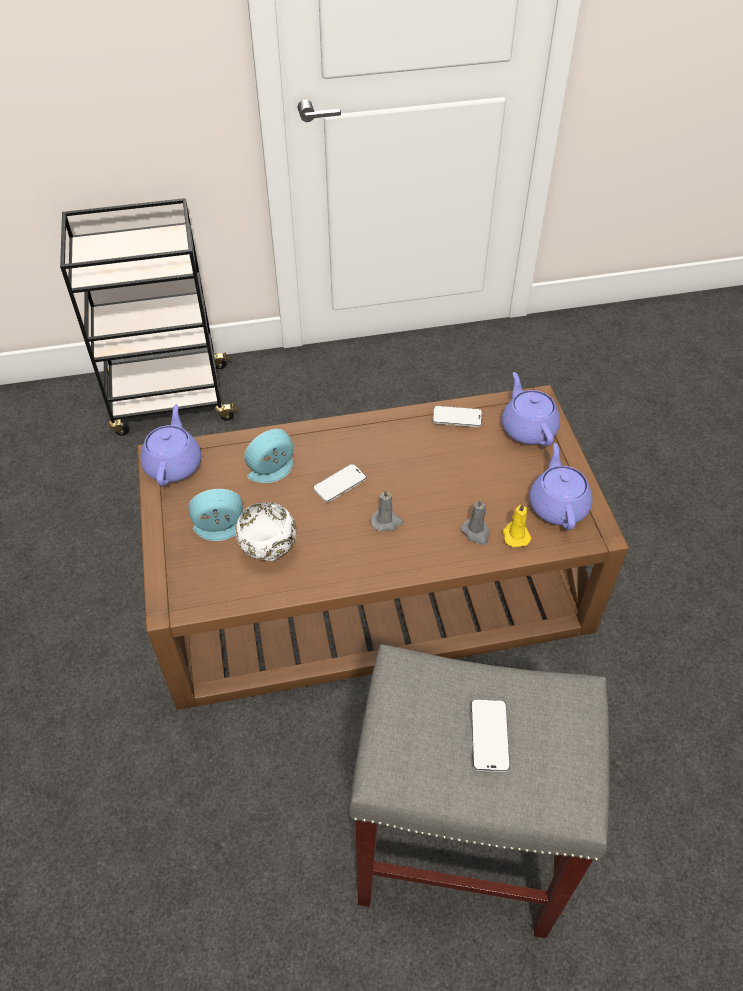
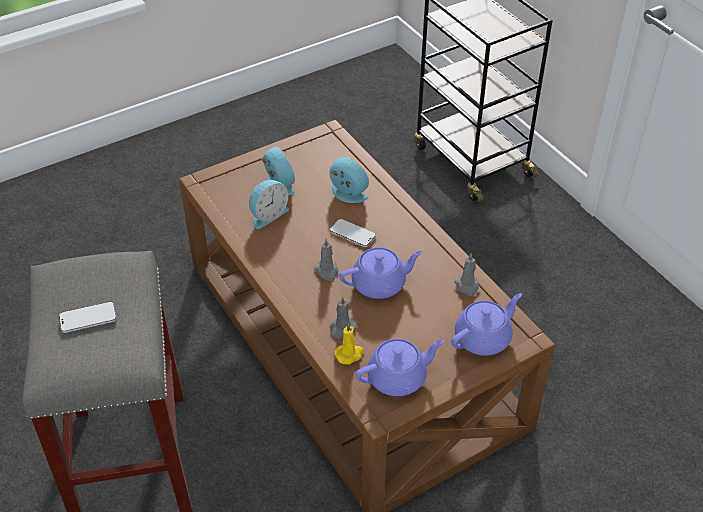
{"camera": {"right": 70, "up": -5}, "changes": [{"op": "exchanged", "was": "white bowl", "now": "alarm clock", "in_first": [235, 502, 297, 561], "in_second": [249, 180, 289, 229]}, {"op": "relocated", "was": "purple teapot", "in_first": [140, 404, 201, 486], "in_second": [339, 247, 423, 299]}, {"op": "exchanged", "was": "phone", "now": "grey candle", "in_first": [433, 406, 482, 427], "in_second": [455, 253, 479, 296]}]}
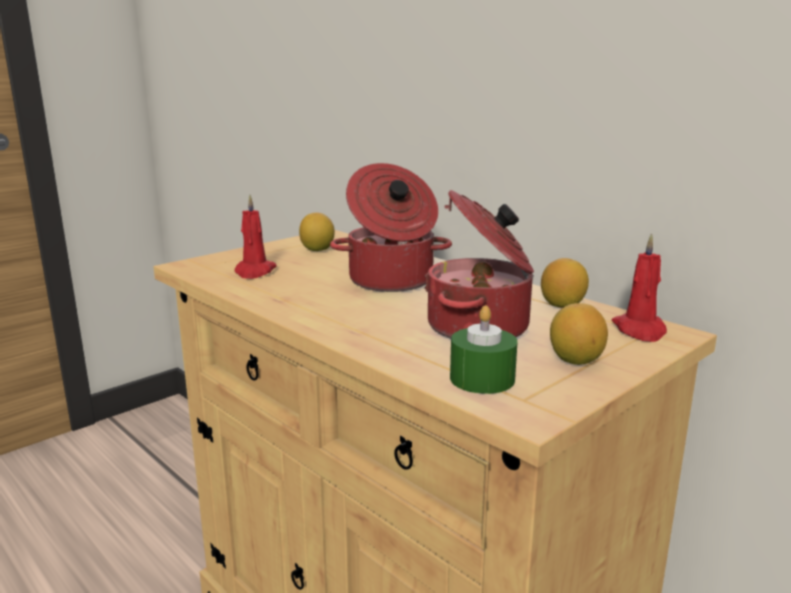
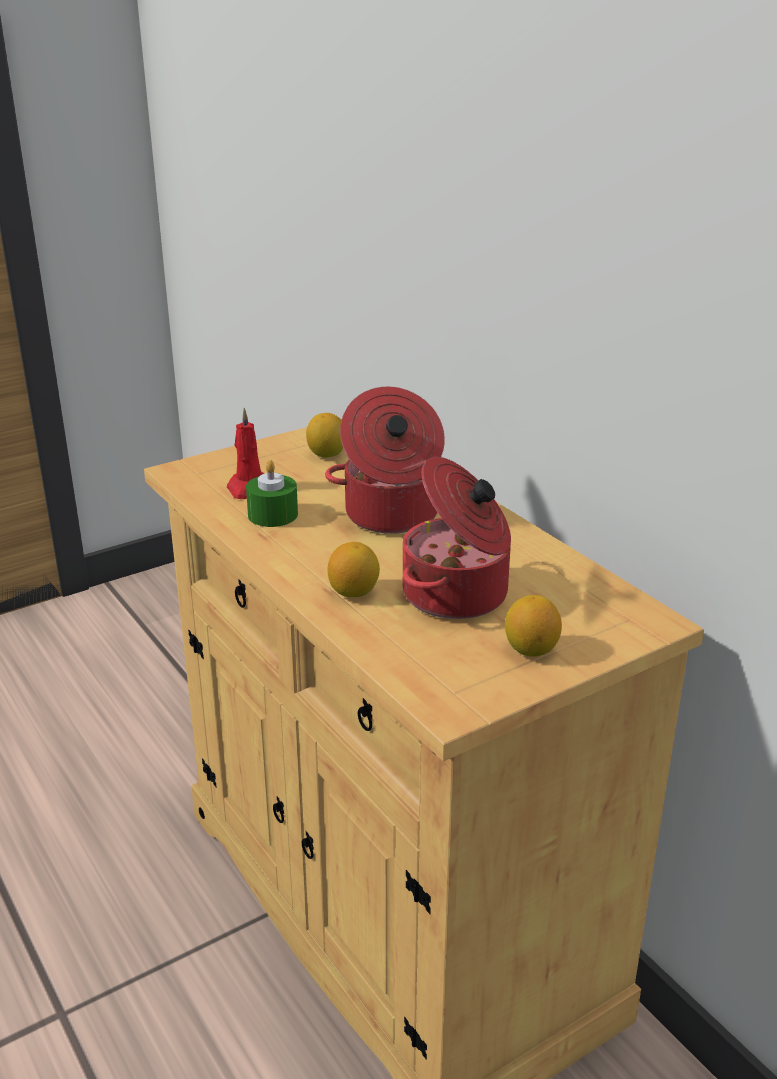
{"camera": {"right": 10, "up": 10}, "changes": [{"op": "relocated", "was": "green candle", "in_first": [450, 305, 518, 394], "in_second": [246, 460, 298, 527]}, {"op": "relocated", "was": "lemon", "in_first": [541, 258, 589, 307], "in_second": [328, 542, 380, 597]}, {"op": "missing", "was": "red candle", "in_first": [612, 233, 667, 342]}]}
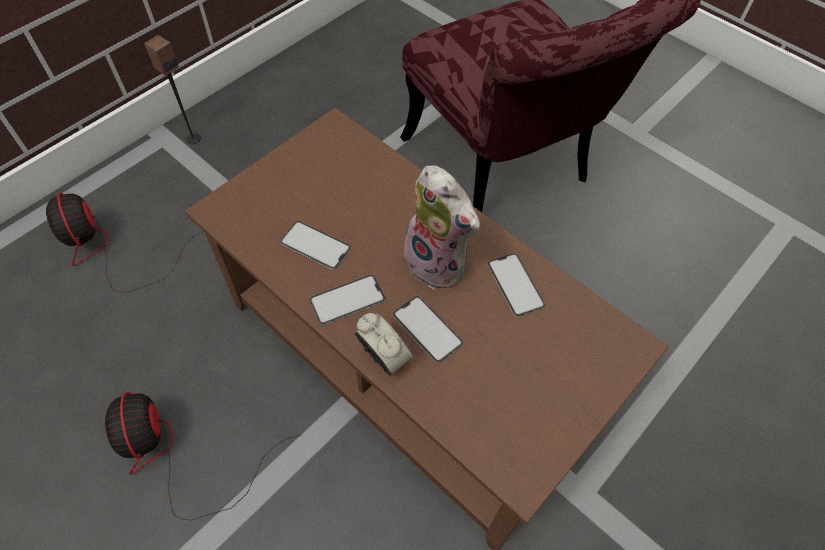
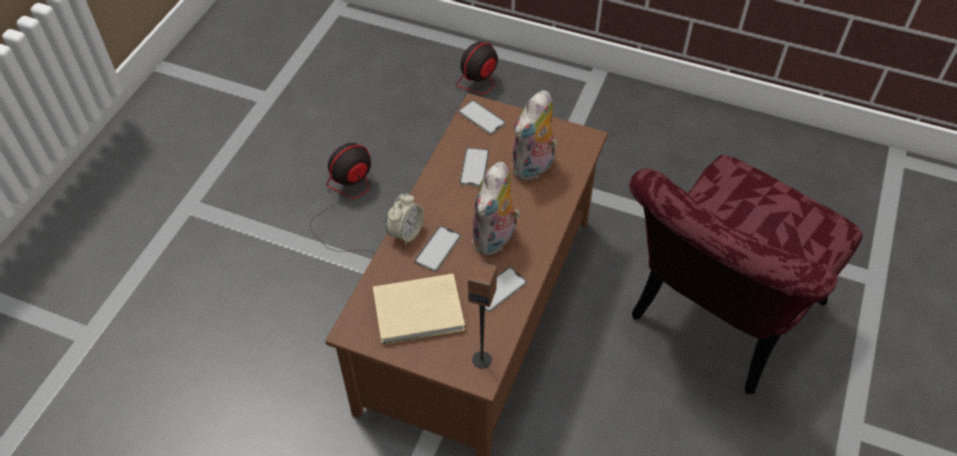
{"camera": {"right": 70, "up": -5}, "changes": [{"op": "appeared", "now": "beige book", "in_second": [373, 274, 465, 345]}, {"op": "relocated", "was": "phone", "in_first": [310, 275, 385, 325], "in_second": [458, 100, 506, 135]}, {"op": "relocated", "was": "speaker", "in_first": [144, 35, 201, 144], "in_second": [468, 261, 497, 369]}, {"op": "appeared", "now": "plush toy", "in_second": [511, 90, 557, 181]}]}
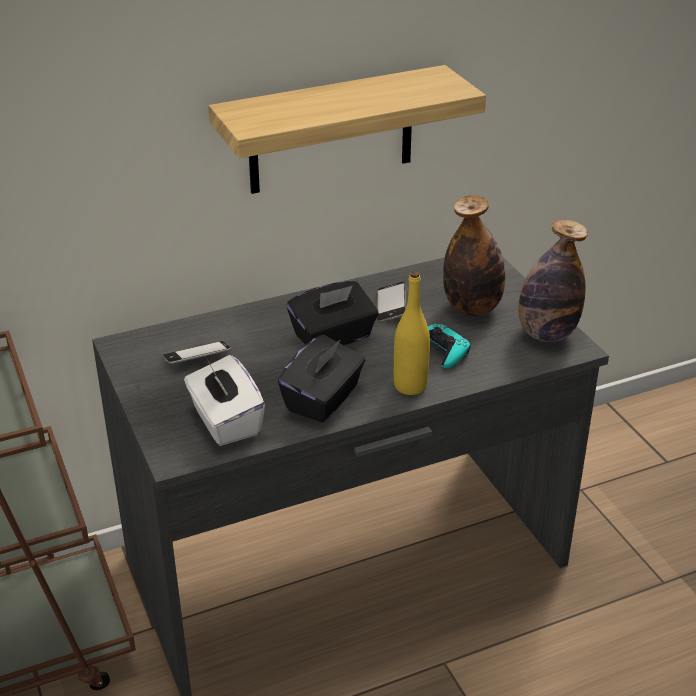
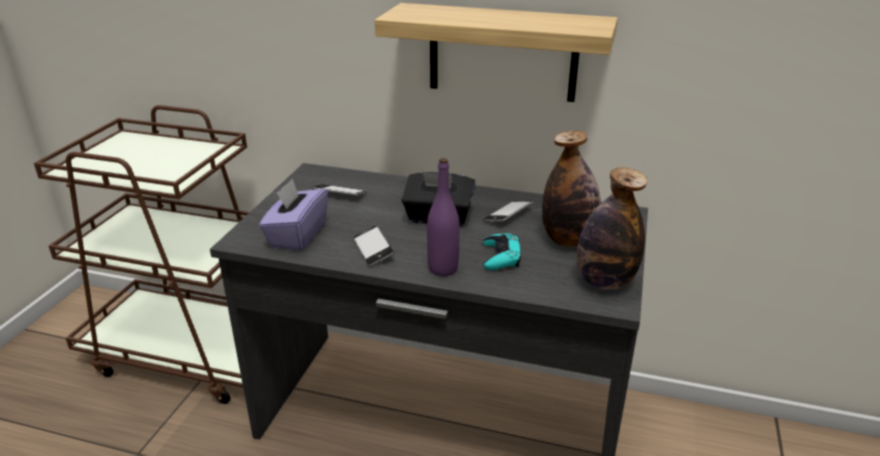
{"camera": {"right": 40, "up": -5}, "changes": [{"op": "colour", "was": "white tissue box", "now": "purple tissue box", "in_first": [184, 355, 265, 446], "in_second": [259, 179, 328, 251]}, {"op": "exchanged", "was": "black tissue box", "now": "phone", "in_first": [278, 335, 365, 422], "in_second": [353, 225, 395, 267]}, {"op": "colour", "was": "yellow bottle", "now": "purple bottle", "in_first": [394, 271, 430, 395], "in_second": [427, 158, 460, 276]}]}
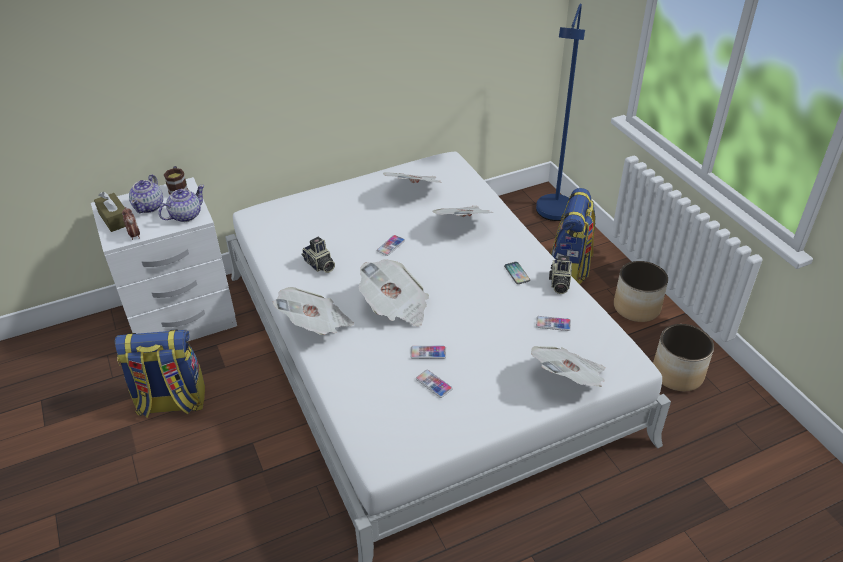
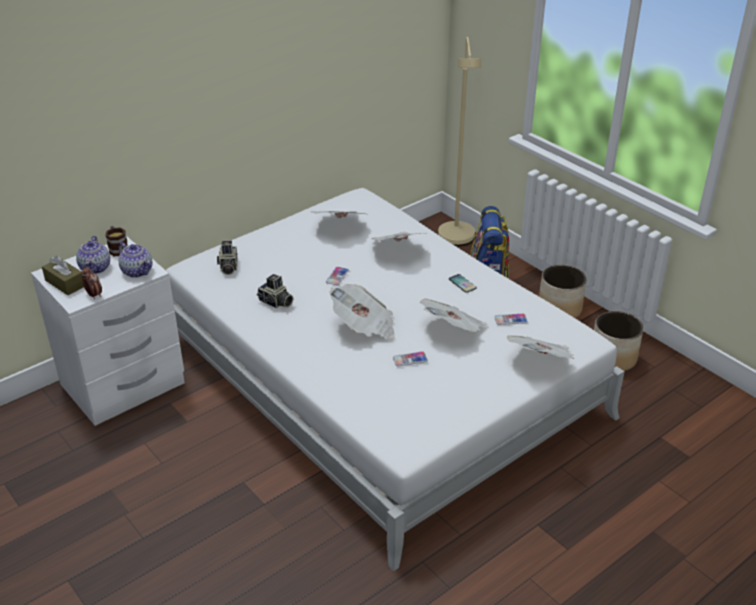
{"camera": {"right": -15, "up": -5}, "changes": [{"op": "spun", "was": "teapot", "in_first": [158, 185, 205, 222], "in_second": [118, 242, 153, 278], "clockwise": 105}, {"op": "relocated", "was": "photo camera", "in_first": [549, 255, 572, 294], "in_second": [217, 241, 238, 275]}, {"op": "relocated", "was": "newspaper", "in_first": [273, 287, 354, 335], "in_second": [420, 298, 488, 333]}, {"op": "colour", "was": "blue floor lamp", "now": "beige floor lamp", "in_first": [536, 4, 585, 221], "in_second": [438, 37, 481, 246]}, {"op": "missing", "was": "backpack", "in_first": [115, 330, 205, 418]}, {"op": "missing", "was": "phone", "in_first": [416, 370, 452, 398]}]}
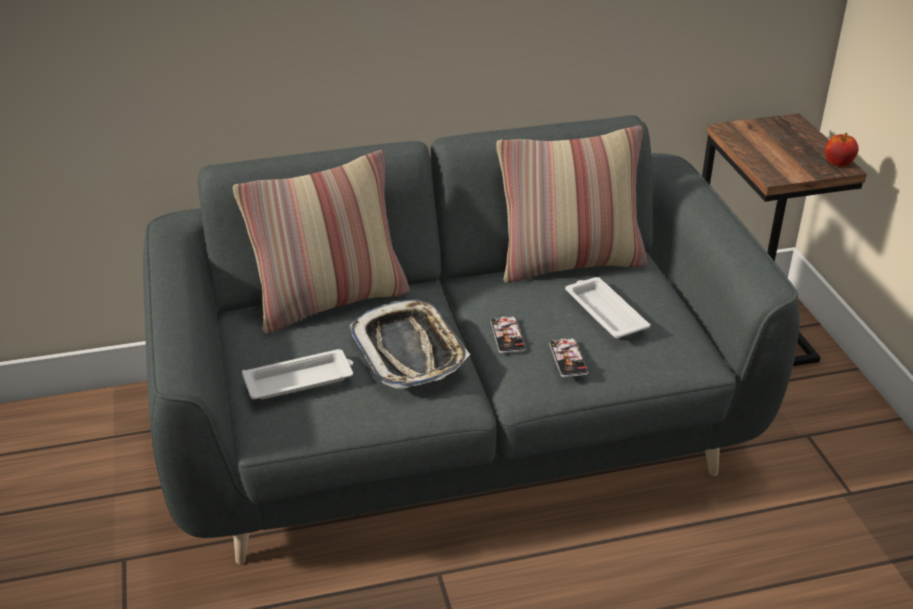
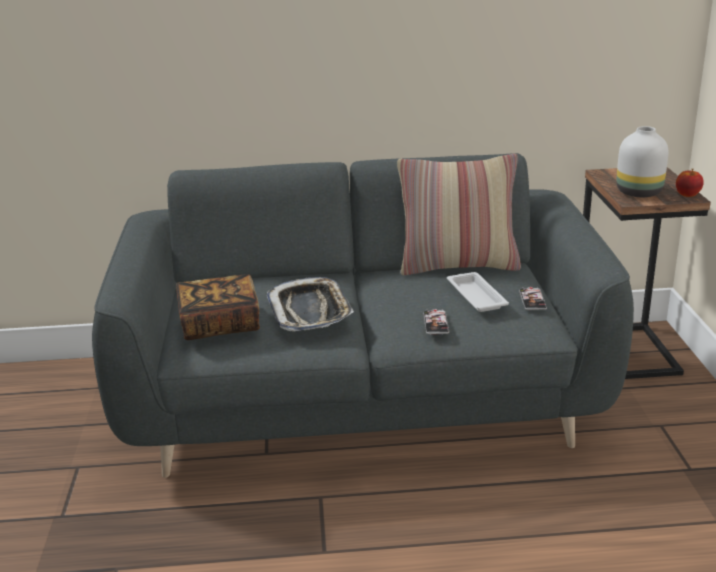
{"camera": {"right": 10, "up": -10}, "changes": [{"op": "exchanged", "was": "white tray", "now": "book", "in_first": [242, 349, 353, 399], "in_second": [176, 274, 260, 340]}, {"op": "relocated", "was": "phone", "in_first": [491, 316, 526, 354], "in_second": [519, 287, 547, 310]}, {"op": "appeared", "now": "white vase", "in_second": [616, 126, 669, 197]}, {"op": "missing", "was": "pillow", "in_first": [233, 150, 409, 334]}]}
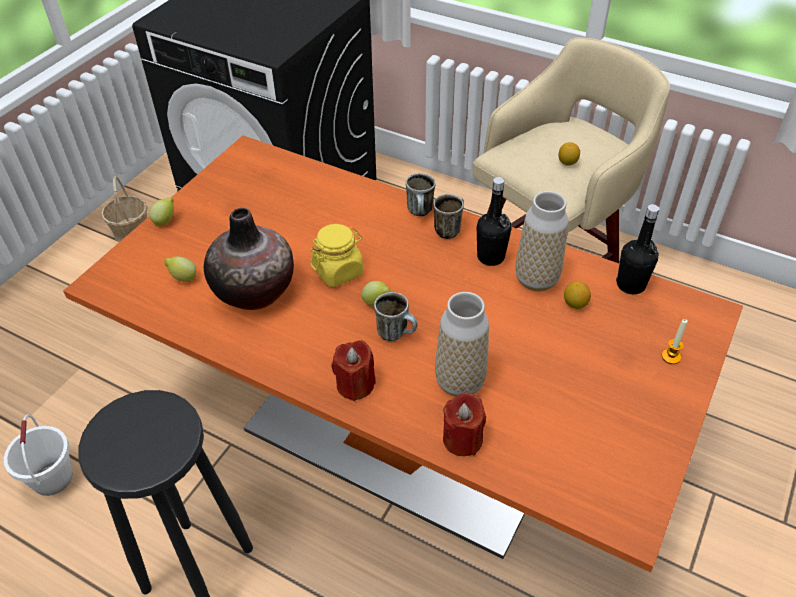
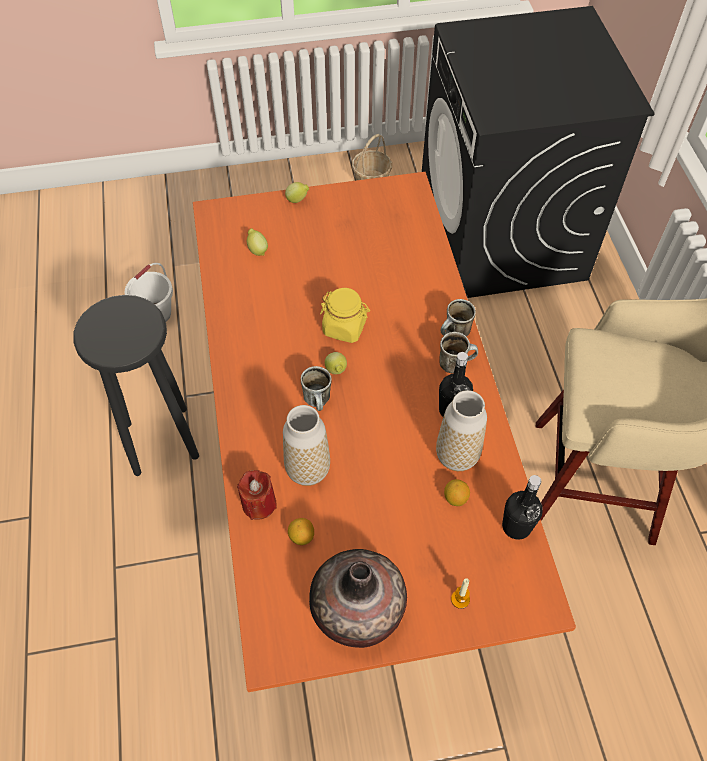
{"camera": {"right": 50, "up": 10}, "changes": [{"op": "relocated", "was": "lemon", "in_first": [558, 142, 580, 166], "in_second": [288, 518, 314, 545]}, {"op": "relocated", "was": "vase", "in_first": [204, 208, 294, 310], "in_second": [309, 549, 407, 648]}, {"op": "missing", "was": "red candle", "in_first": [331, 340, 376, 401]}]}
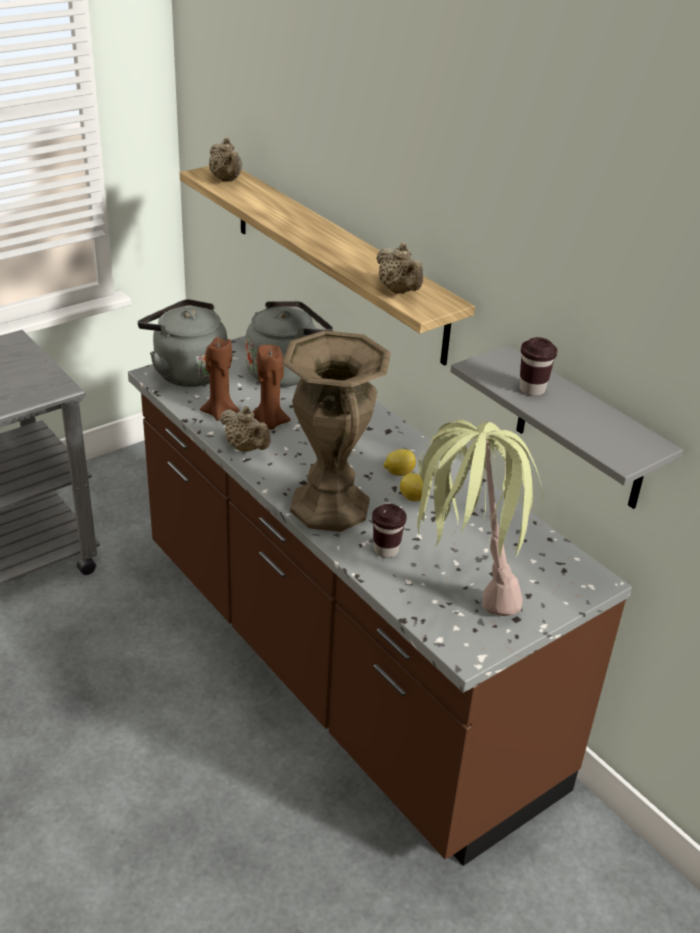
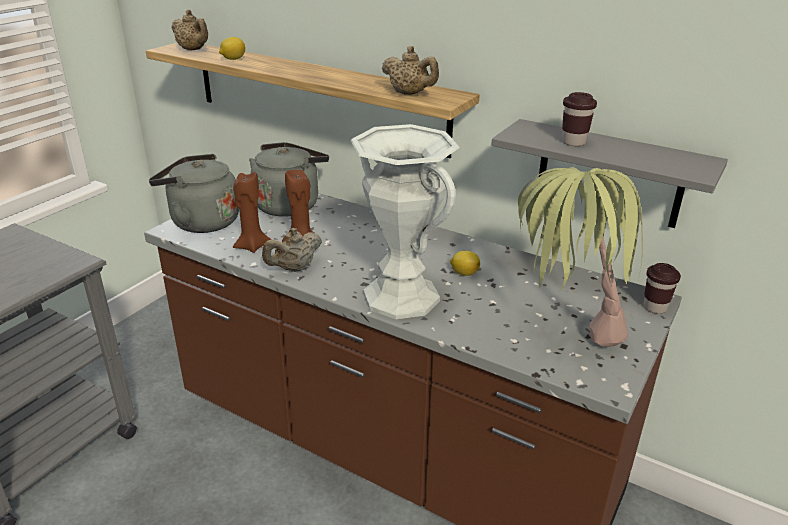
{"camera": {"right": -20, "up": -5}, "changes": [{"op": "relocated", "was": "lemon", "in_first": [384, 449, 416, 476], "in_second": [219, 37, 245, 60]}, {"op": "spun", "was": "beige teapot", "in_first": [220, 406, 271, 452], "in_second": [262, 228, 322, 272], "clockwise": 120}, {"op": "colour", "was": "brown vase", "now": "white vase", "in_first": [282, 330, 391, 532], "in_second": [351, 124, 460, 319]}, {"op": "relocated", "was": "brown cup", "in_first": [372, 504, 407, 558], "in_second": [644, 263, 681, 314]}]}
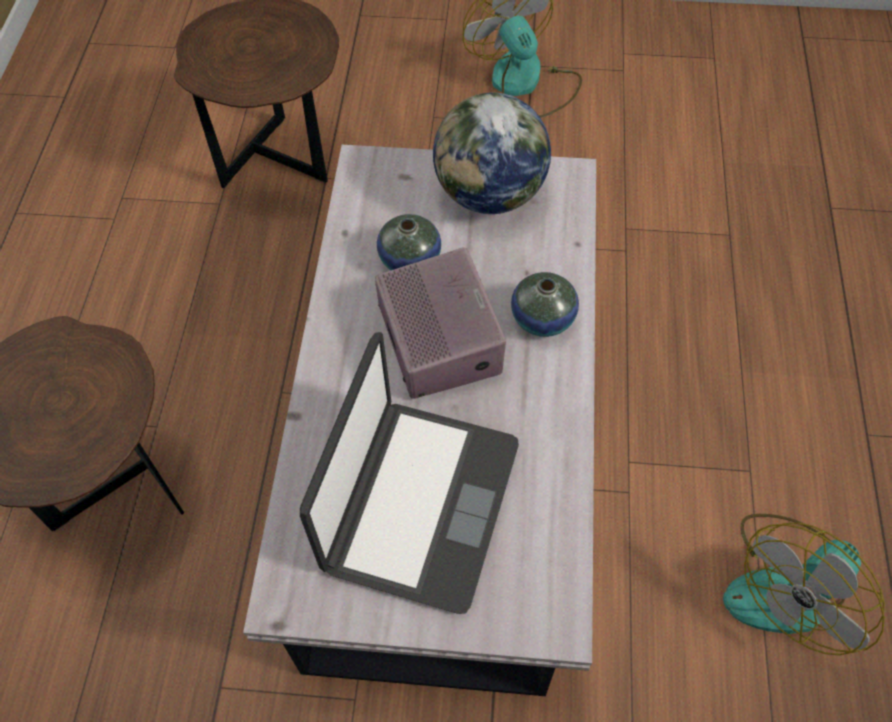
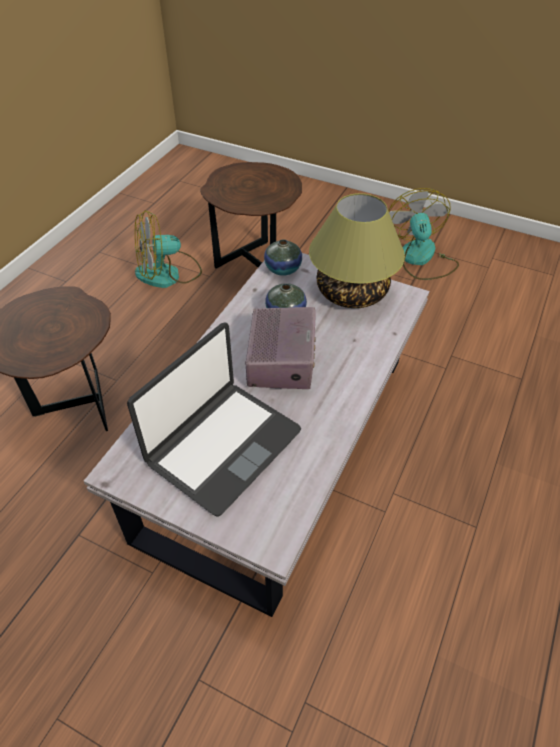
{"camera": {"right": 20, "up": -10}, "changes": [{"op": "relocated", "was": "fan", "in_first": [723, 514, 885, 655], "in_second": [135, 210, 202, 288]}, {"op": "relocated", "was": "vase", "in_first": [511, 272, 579, 337], "in_second": [264, 239, 302, 276]}, {"op": "exchanged", "was": "globe", "now": "table lamp", "in_first": [433, 93, 551, 214], "in_second": [309, 193, 405, 308]}]}
